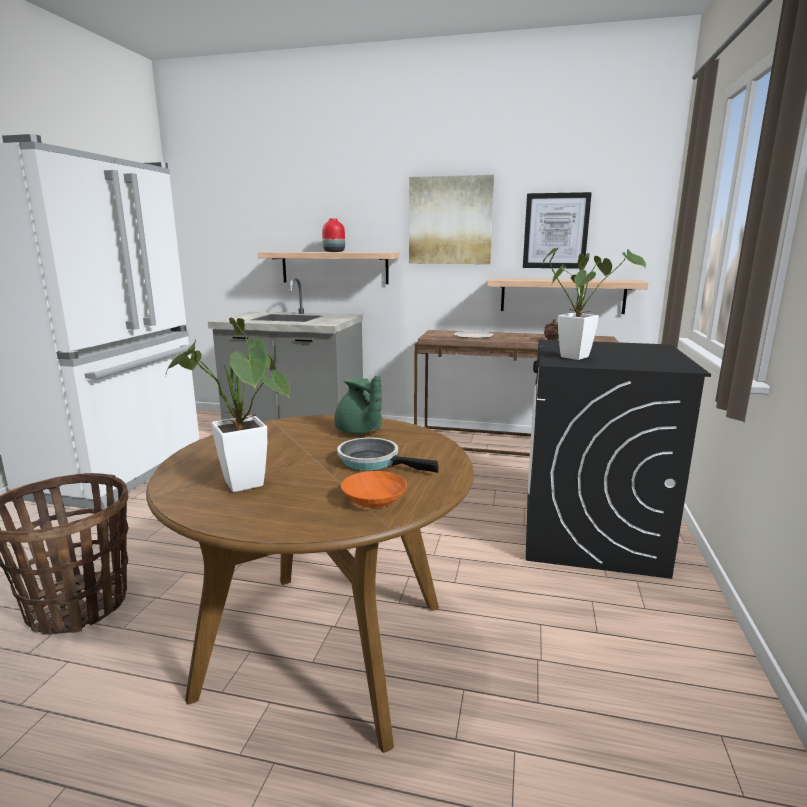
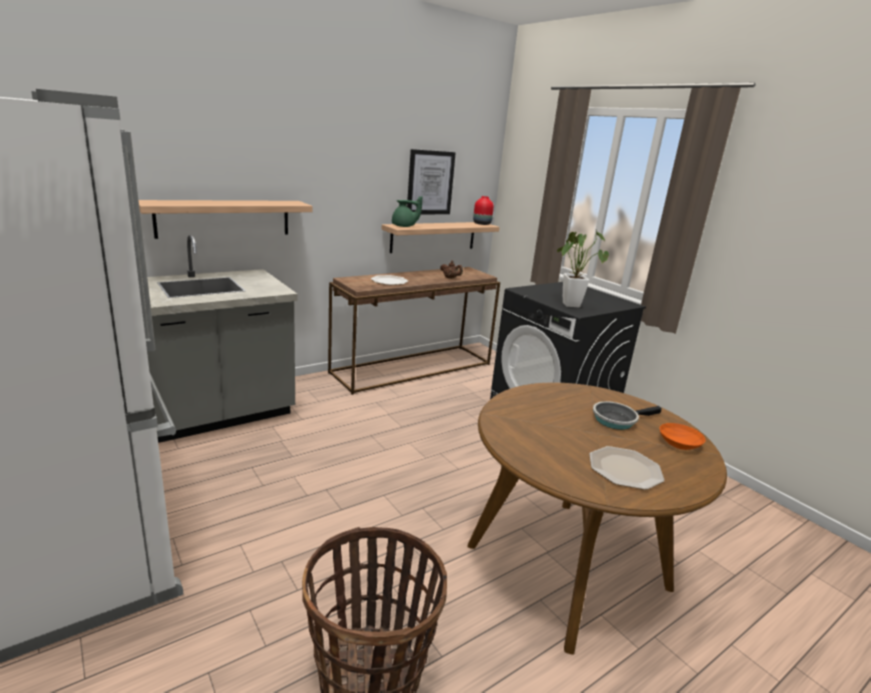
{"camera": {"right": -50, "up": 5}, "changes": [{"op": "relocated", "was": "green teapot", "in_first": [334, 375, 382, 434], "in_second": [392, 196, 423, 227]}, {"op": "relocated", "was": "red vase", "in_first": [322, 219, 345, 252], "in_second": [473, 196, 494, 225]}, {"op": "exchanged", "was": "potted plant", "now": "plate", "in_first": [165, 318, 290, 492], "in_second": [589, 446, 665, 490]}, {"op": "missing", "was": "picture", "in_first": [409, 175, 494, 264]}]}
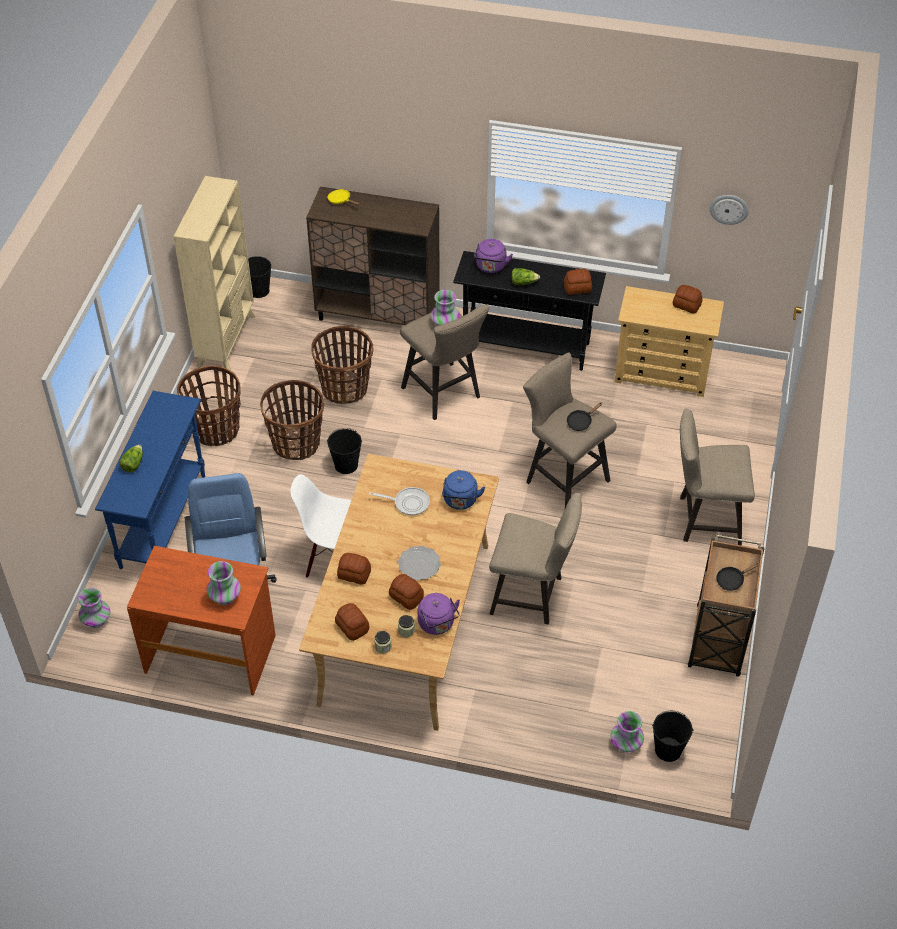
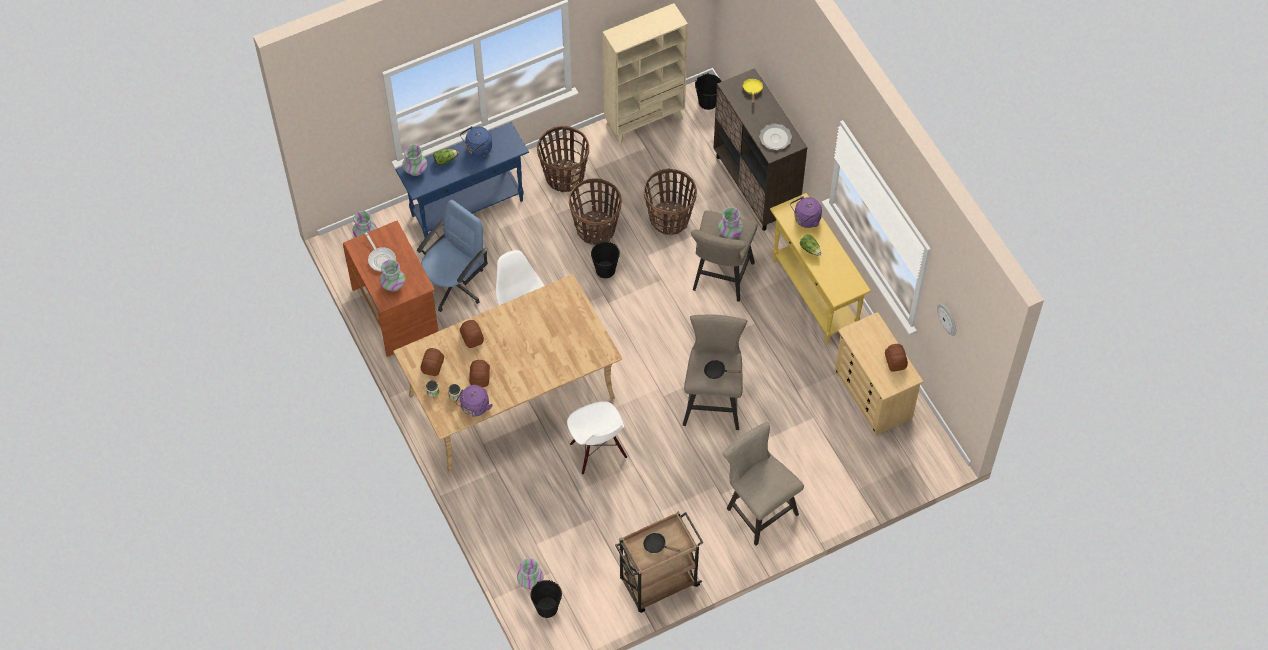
{"camera": {"right": 50, "up": 10}, "changes": [{"op": "relocated", "was": "frying pan", "in_first": [369, 487, 430, 515], "in_second": [365, 232, 396, 272]}, {"op": "appeared", "now": "vase", "in_second": [402, 144, 427, 176]}, {"op": "relocated", "was": "blue kettle", "in_first": [442, 470, 485, 510], "in_second": [460, 126, 492, 157]}, {"op": "exchanged", "was": "beige stool", "now": "white chair", "in_first": [489, 493, 582, 624], "in_second": [567, 401, 627, 474]}, {"op": "relocated", "was": "plate", "in_first": [398, 546, 441, 580], "in_second": [759, 123, 792, 150]}, {"op": "colour", "was": "black console table", "now": "yellow console table", "in_first": [453, 251, 606, 371], "in_second": [770, 193, 871, 344]}, {"op": "missing", "was": "bread", "in_first": [564, 269, 592, 295]}]}
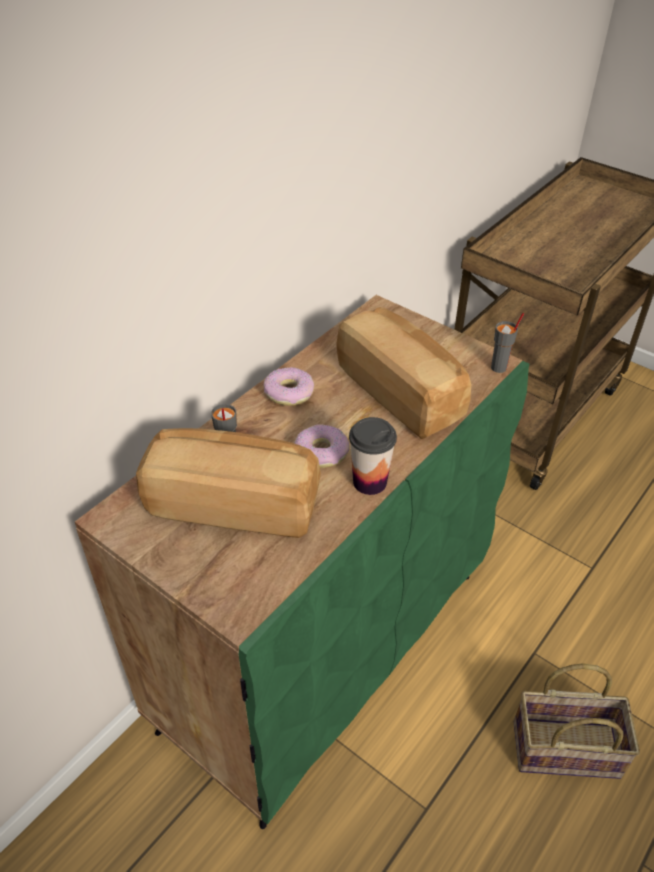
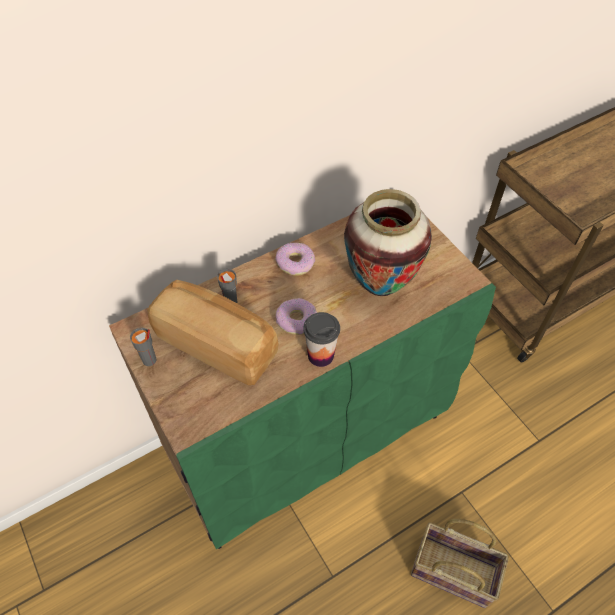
{"camera": {"right": 20, "up": 10}, "changes": [{"op": "relocated", "was": "grey cup", "in_first": [491, 313, 524, 373], "in_second": [130, 328, 156, 366]}, {"op": "exchanged", "was": "bread", "now": "vase", "in_first": [336, 307, 471, 439], "in_second": [344, 189, 432, 296]}]}
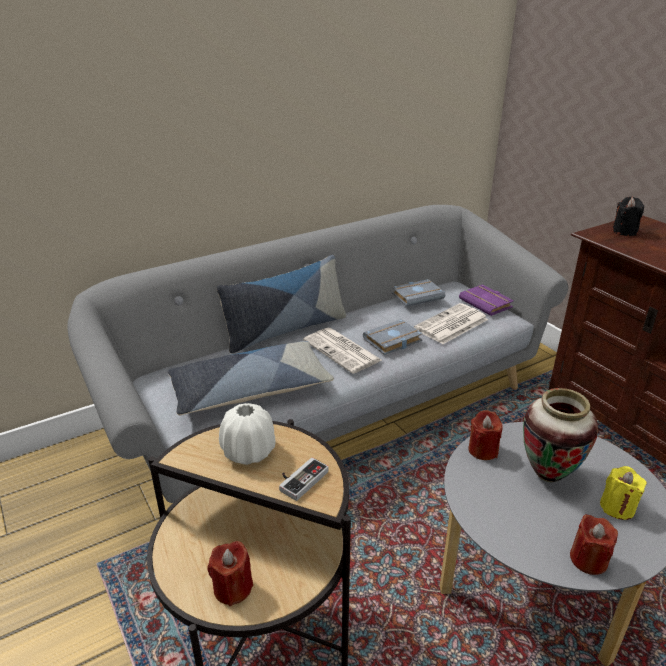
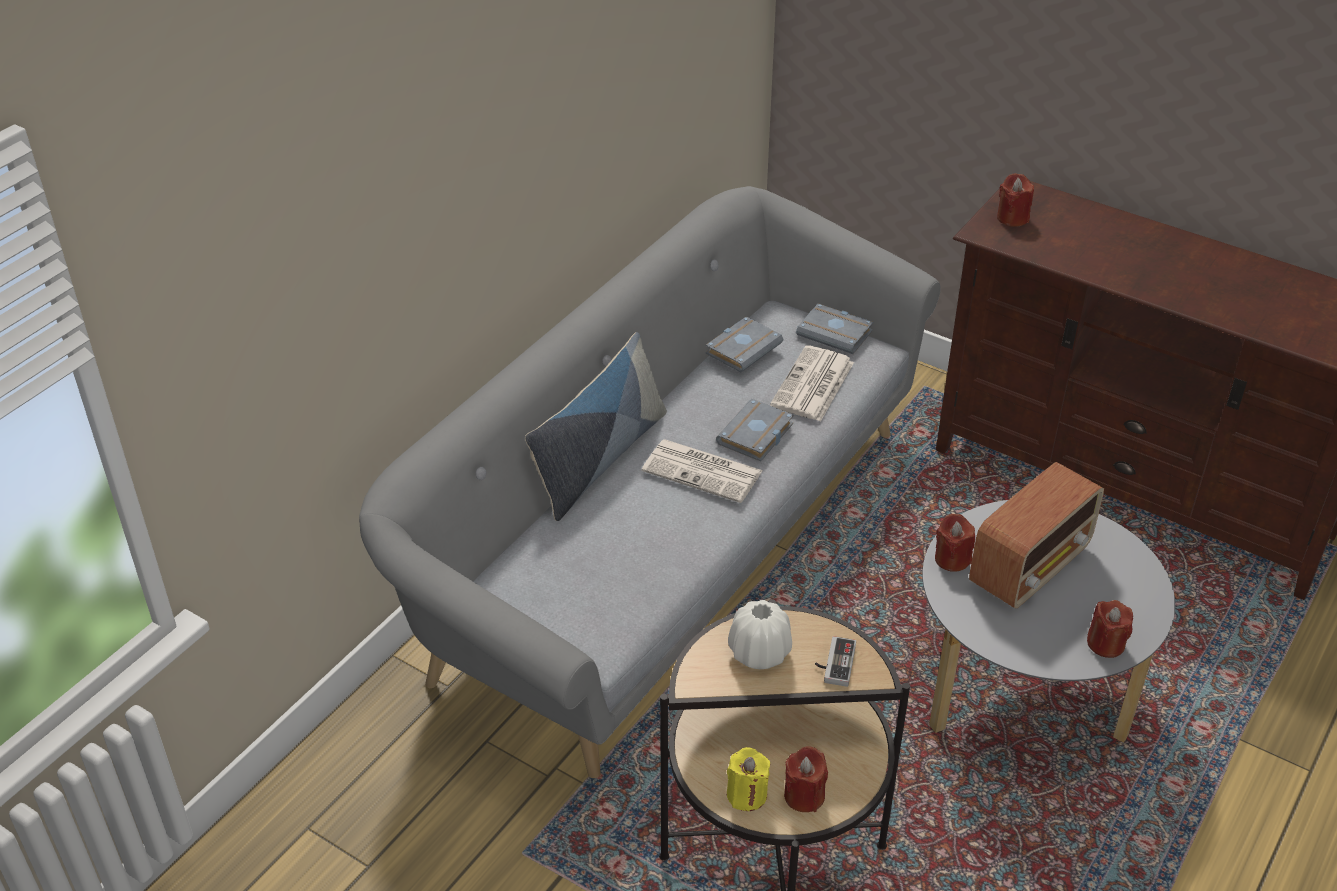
{"camera": {"right": -25, "up": 10}, "changes": [{"op": "relocated", "was": "yellow candle", "in_first": [600, 466, 647, 520], "in_second": [727, 747, 770, 811]}, {"op": "colour", "was": "purple book", "now": "grey book", "in_first": [459, 285, 514, 316], "in_second": [796, 303, 873, 354]}, {"op": "exchanged", "was": "vase", "now": "radio", "in_first": [523, 388, 598, 482], "in_second": [969, 462, 1104, 608]}, {"op": "colour", "was": "black candle", "now": "red candle", "in_first": [612, 197, 644, 236], "in_second": [997, 173, 1034, 227]}, {"op": "missing", "was": "pillow", "in_first": [167, 341, 334, 415]}]}
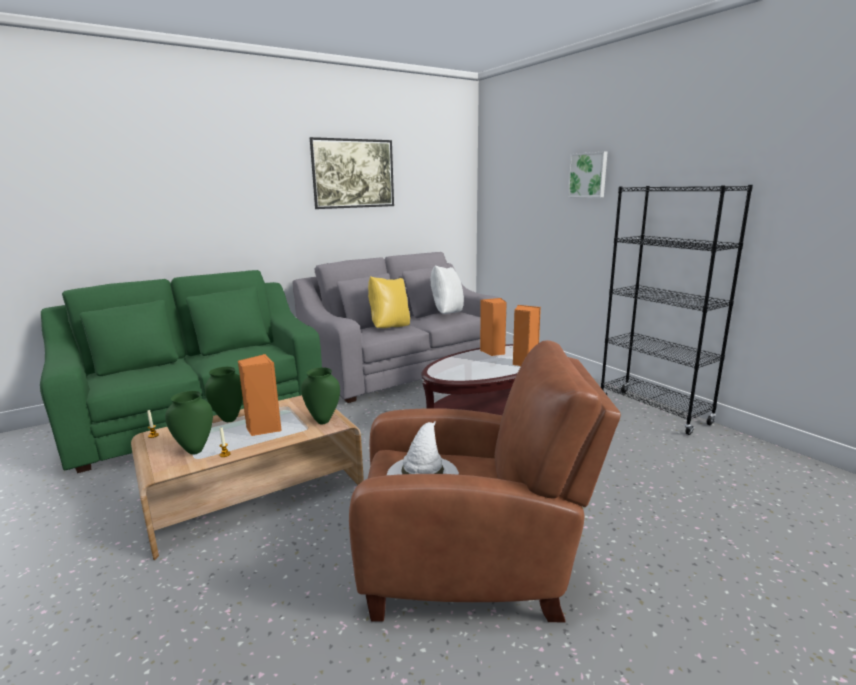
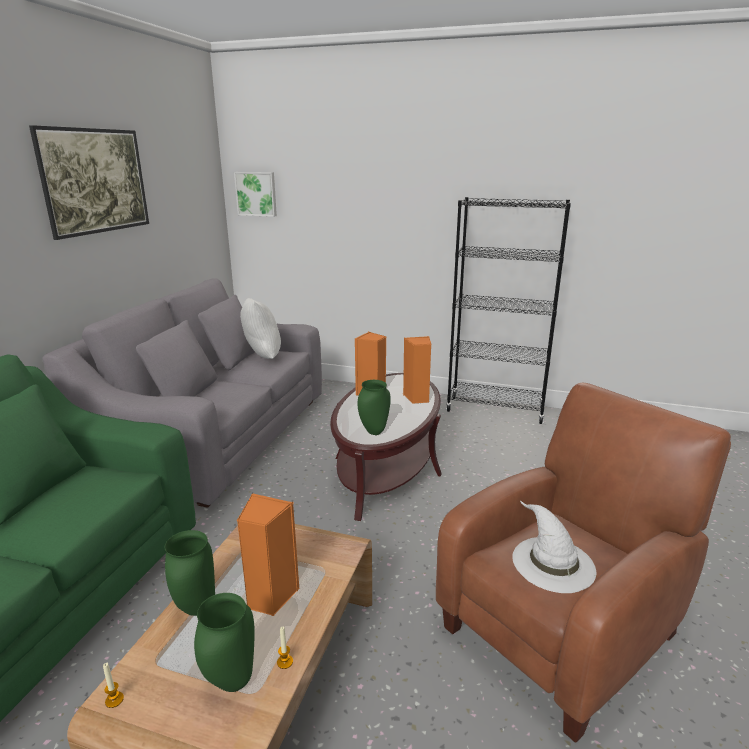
{"camera": {"right": -40, "up": 5}, "changes": [{"op": "relocated", "was": "picture", "in_first": [567, 151, 607, 197], "in_second": [234, 172, 277, 217]}, {"op": "relocated", "was": "green vase", "in_first": [301, 367, 340, 425], "in_second": [358, 380, 391, 435]}, {"op": "missing", "was": "yellow pillow", "in_first": [368, 276, 410, 328]}]}
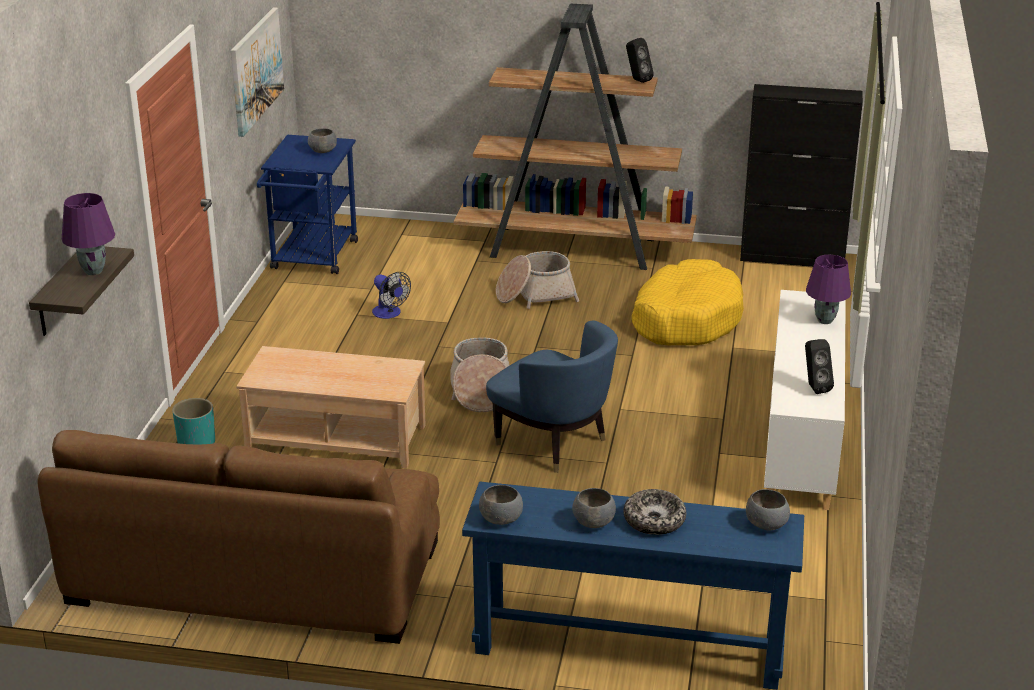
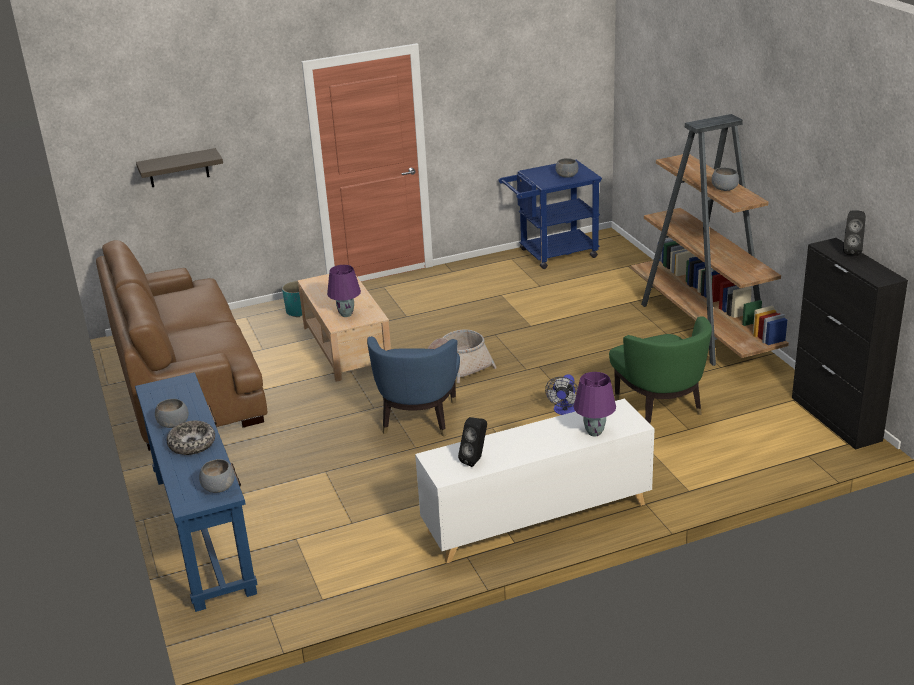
{"camera": {"right": 60, "up": 0}, "changes": [{"op": "relocated", "was": "purple table lamp", "in_first": [62, 193, 115, 275], "in_second": [327, 265, 361, 317]}, {"op": "relocated", "was": "fan", "in_first": [372, 272, 411, 319], "in_second": [545, 374, 578, 415]}, {"op": "exchanged", "was": "yellow dog bed", "now": "green armchair", "in_first": [632, 259, 744, 345], "in_second": [609, 316, 712, 424]}, {"op": "relocated", "was": "grey bowl", "in_first": [479, 485, 523, 525], "in_second": [712, 167, 739, 191]}, {"op": "relocated", "was": "black speaker", "in_first": [626, 38, 654, 83], "in_second": [843, 210, 866, 256]}, {"op": "missing", "was": "picture", "in_first": [231, 7, 284, 137]}, {"op": "missing", "was": "basket", "in_first": [496, 251, 579, 309]}]}
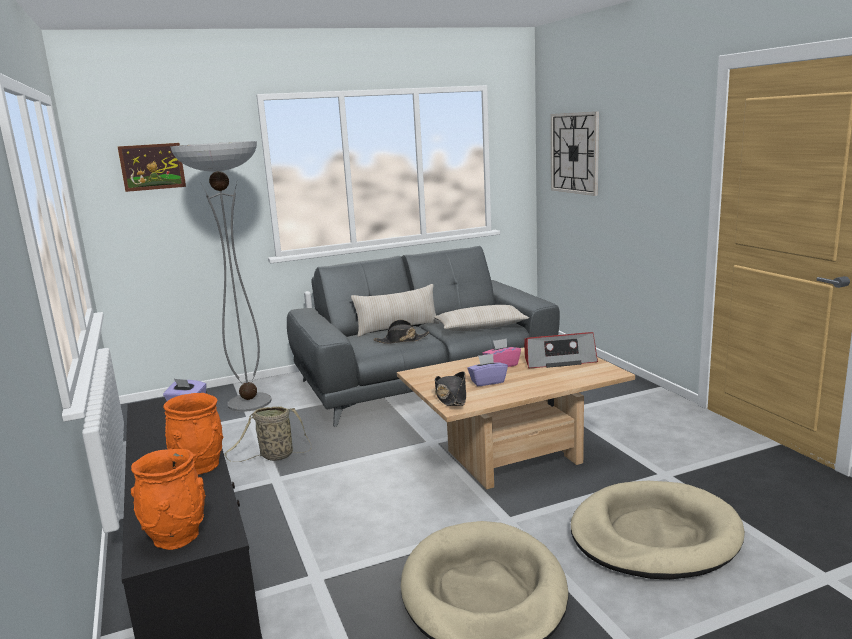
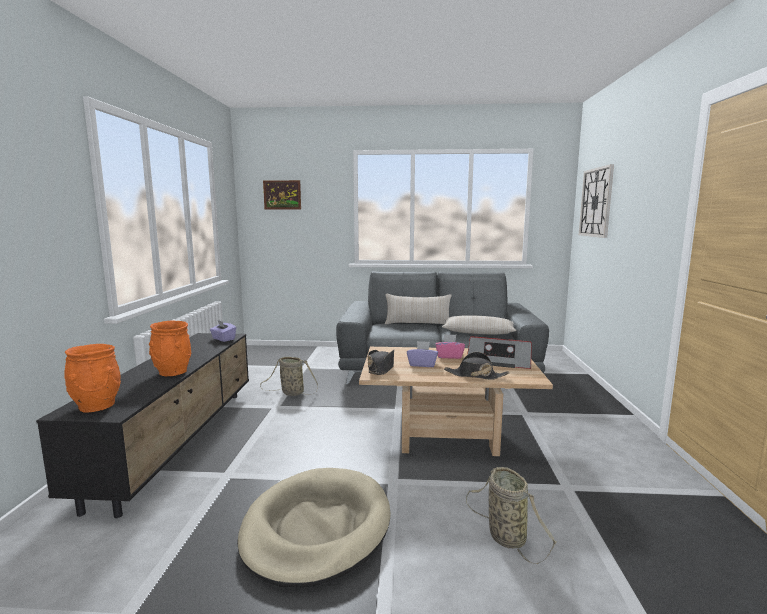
{"camera": {"right": 25, "up": -5}, "changes": [{"op": "relocated", "was": "black hat", "in_first": [374, 320, 430, 344], "in_second": [444, 352, 509, 380]}, {"op": "exchanged", "was": "beige dog bed", "now": "basket", "in_first": [571, 481, 745, 580], "in_second": [466, 467, 556, 565]}, {"op": "missing", "was": "floor lamp", "in_first": [170, 141, 271, 412]}]}
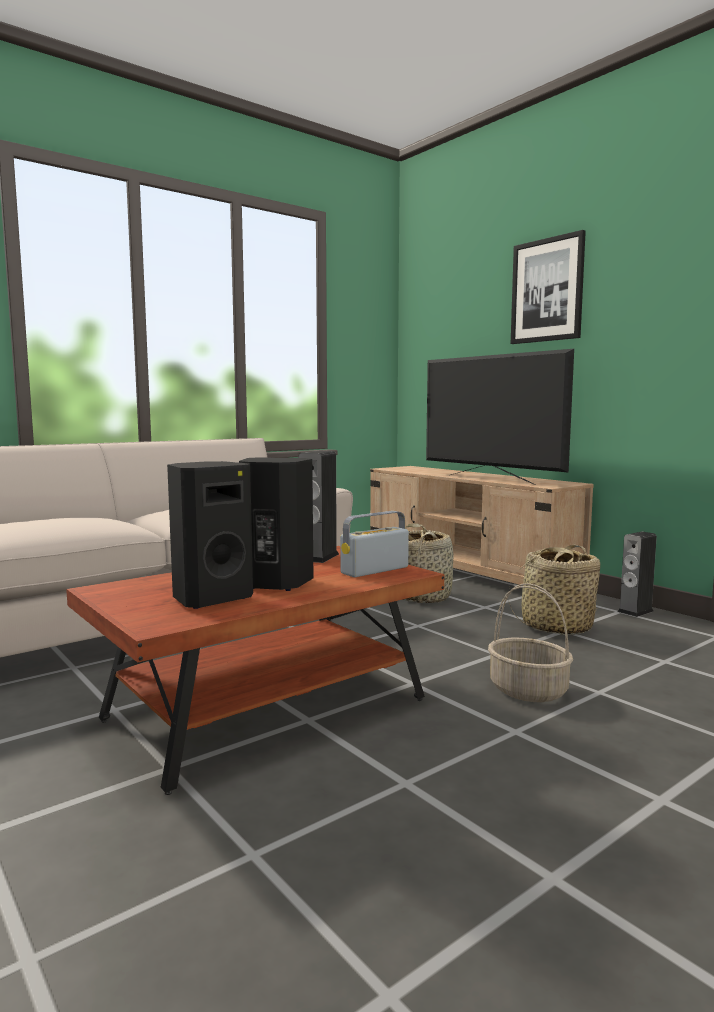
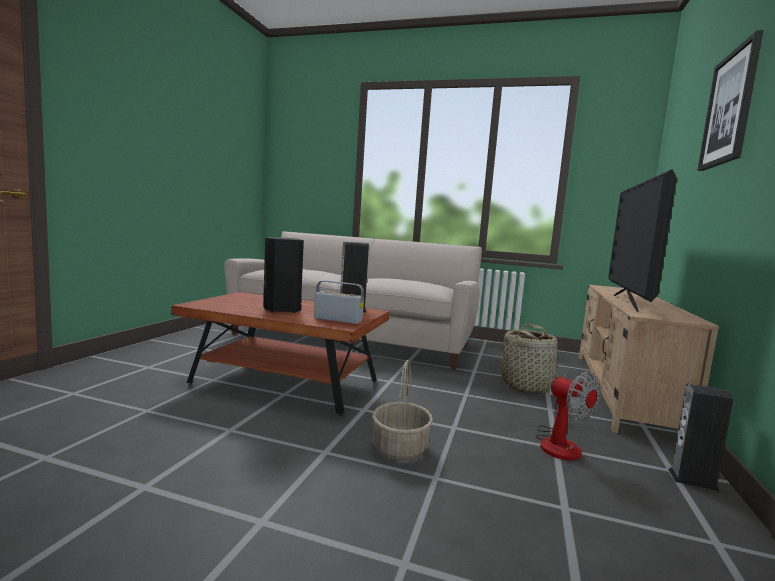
{"camera": {"right": 55, "up": 0}, "changes": [{"op": "exchanged", "was": "basket", "now": "fan", "in_first": [509, 545, 600, 635], "in_second": [535, 371, 601, 460]}, {"op": "missing", "was": "black speaker", "in_first": [167, 461, 253, 609]}]}
